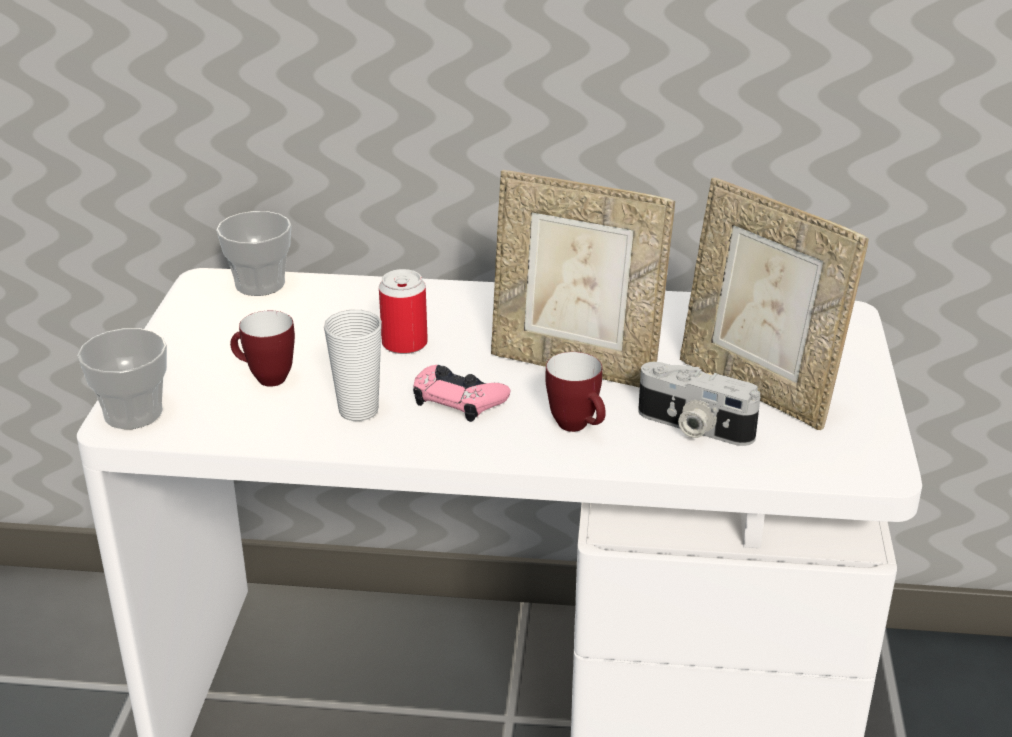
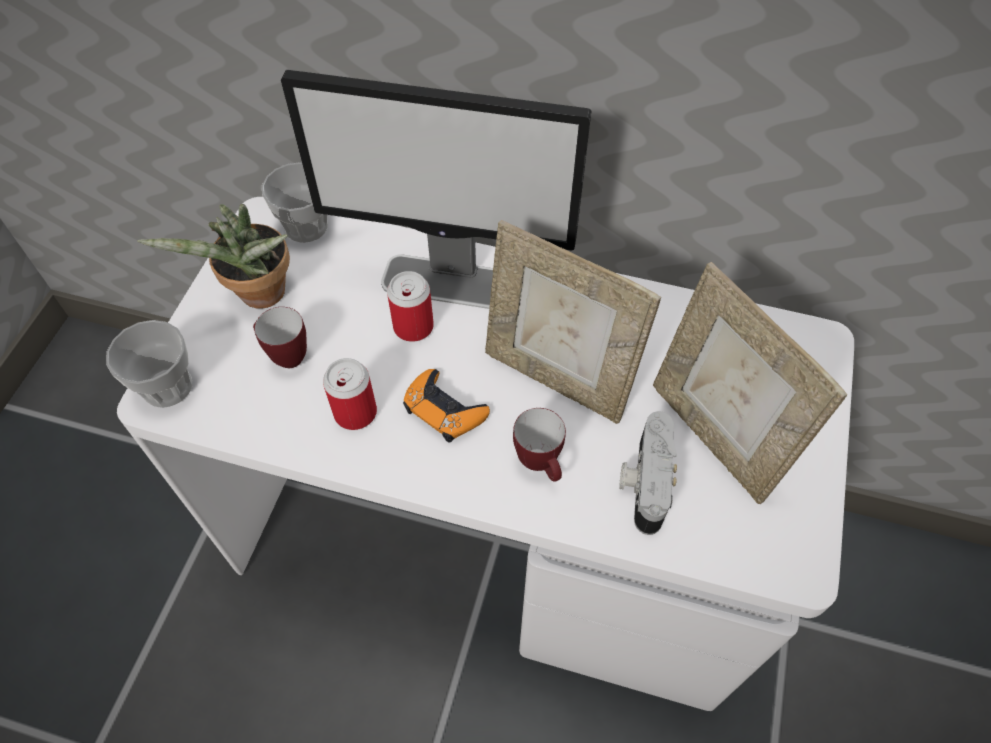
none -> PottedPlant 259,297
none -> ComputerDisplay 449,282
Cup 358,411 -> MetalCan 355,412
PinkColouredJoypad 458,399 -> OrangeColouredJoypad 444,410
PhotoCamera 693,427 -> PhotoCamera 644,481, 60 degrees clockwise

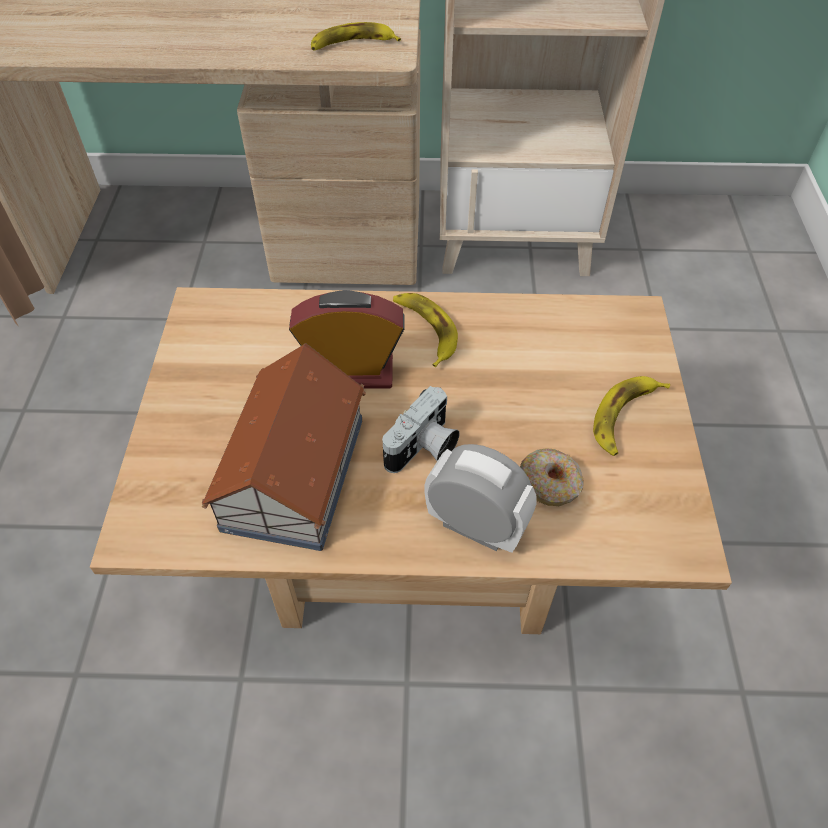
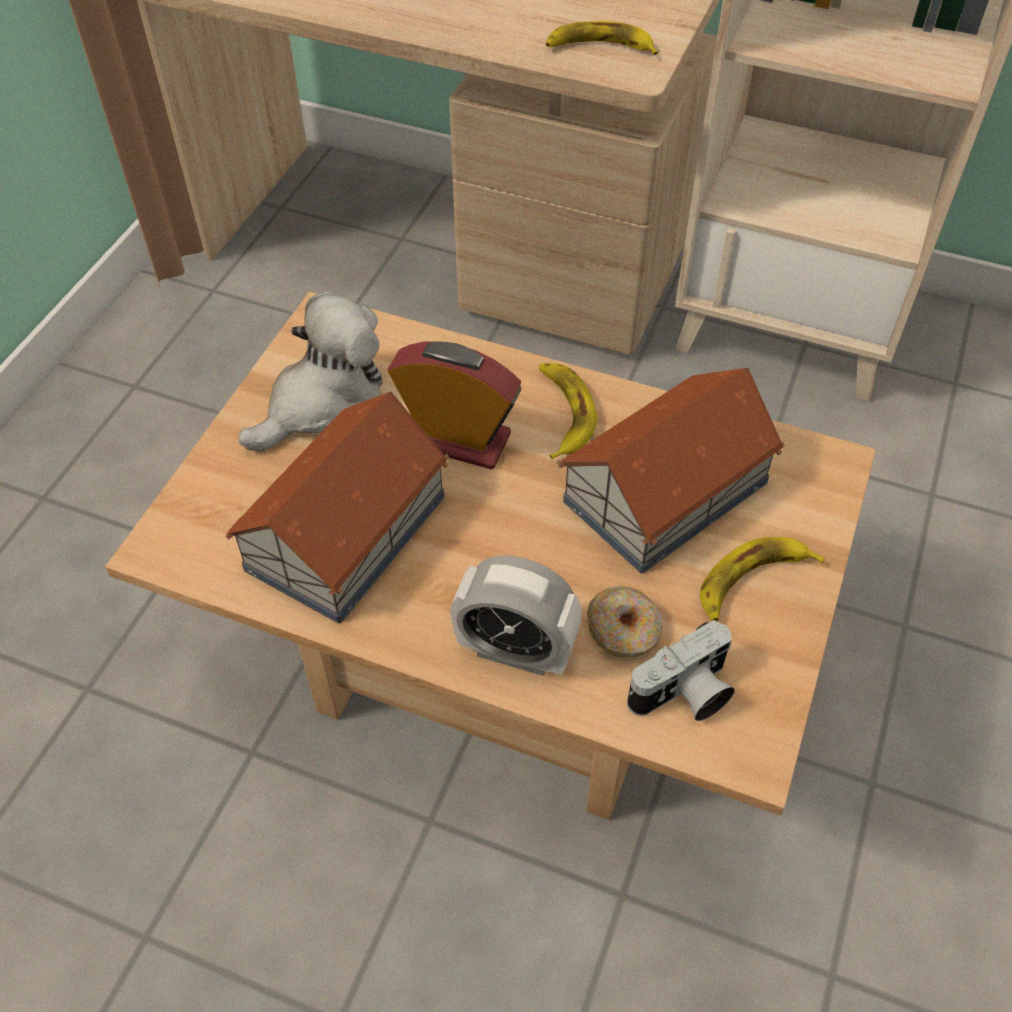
none -> PlushToy 323,404
none -> ToyHouse 668,491
PhotoCamera 423,449 -> PhotoCamera 684,695, moved
AlarmClock 475,527 -> AlarmClock 515,651, 150 degrees clockwise

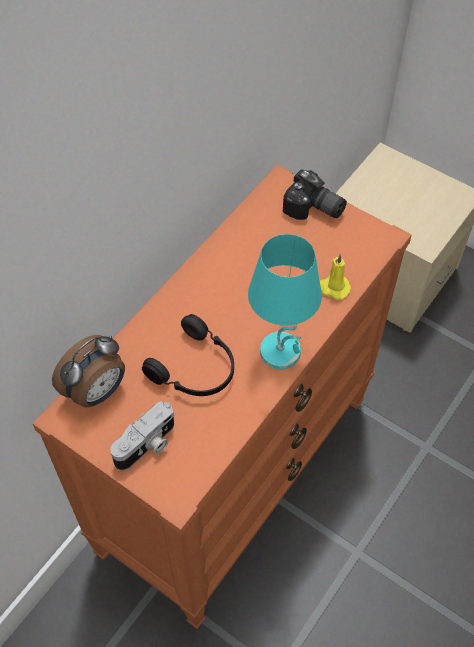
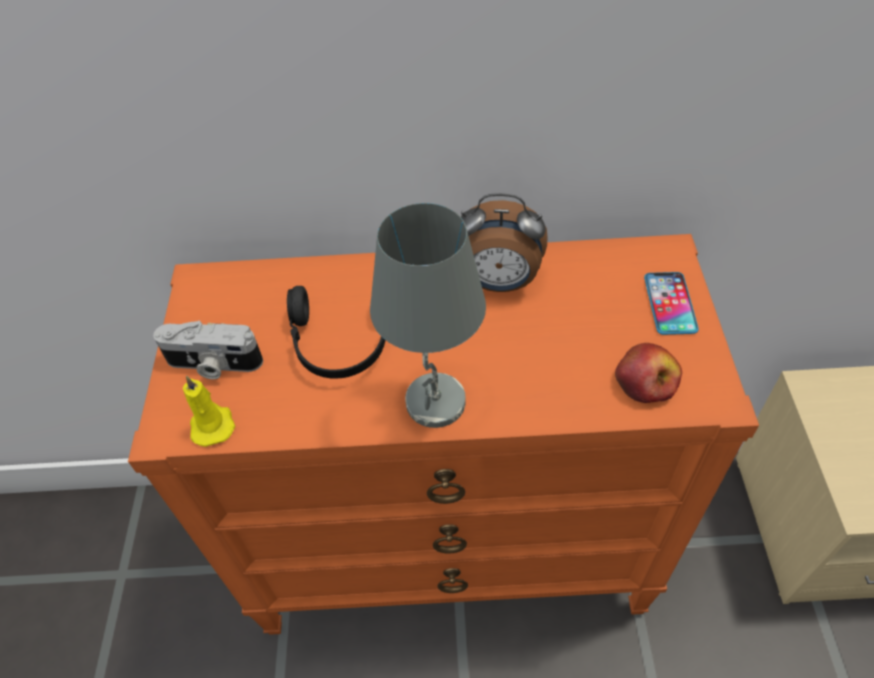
none -> WholeApple 646,381
AlarmClock 97,392 -> AlarmClock 499,283, moved
YellowishWaxLight 333,288 -> YellowishWaxLight 212,424, moved
PhotoCamera 313,209 -> Telephone 670,304
BlueGreenTabletopLamp 281,352 -> GreyTabletopLamp 436,403

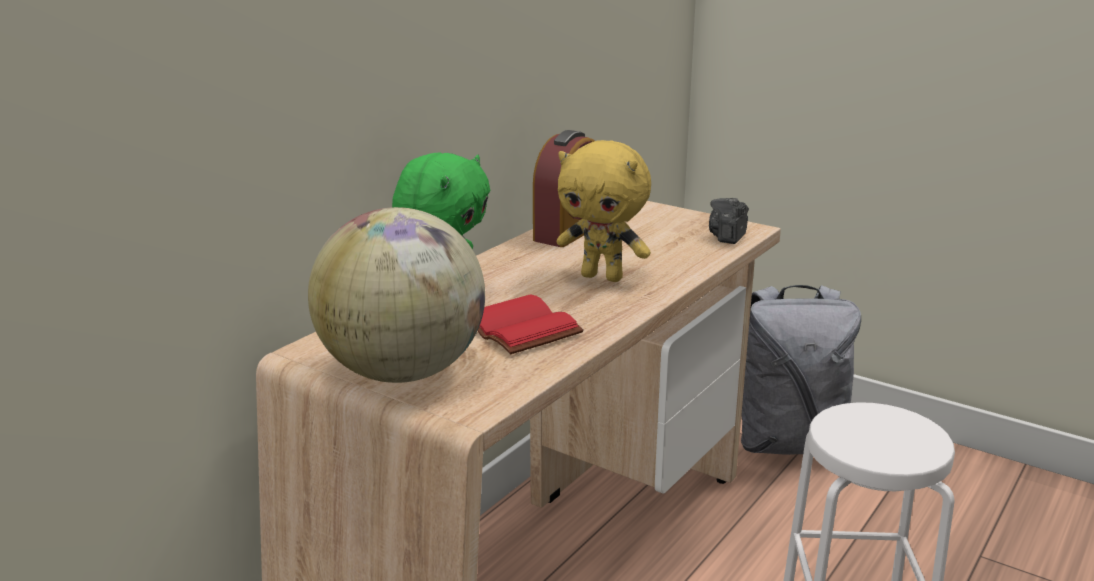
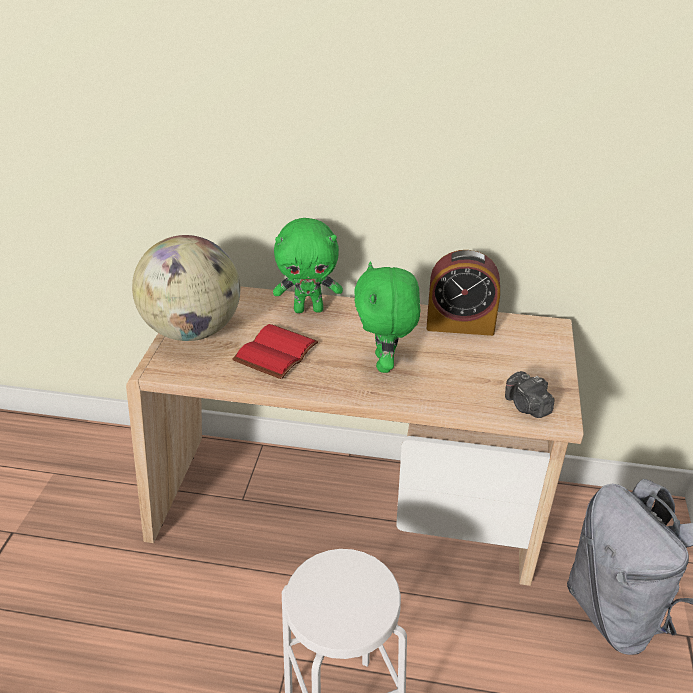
YellowishPlushToy 603,277 -> GreenPlushToy 385,363
PhotoCamera 728,236 -> PhotoCamera 526,406, 120 degrees counterclockwise

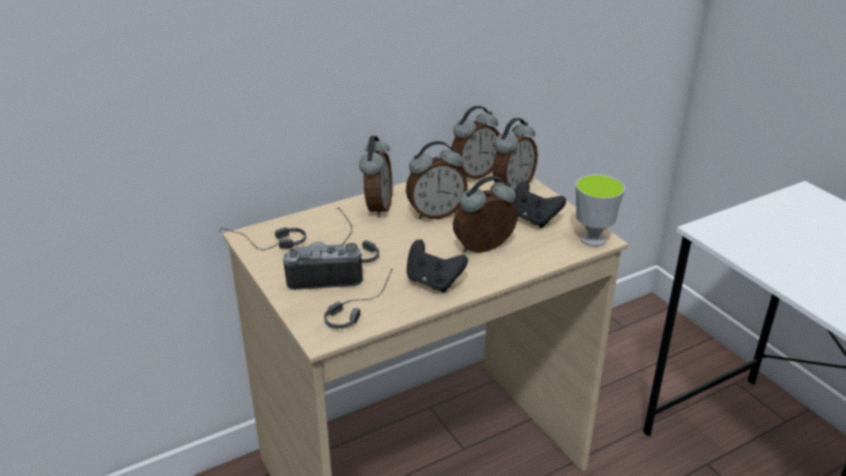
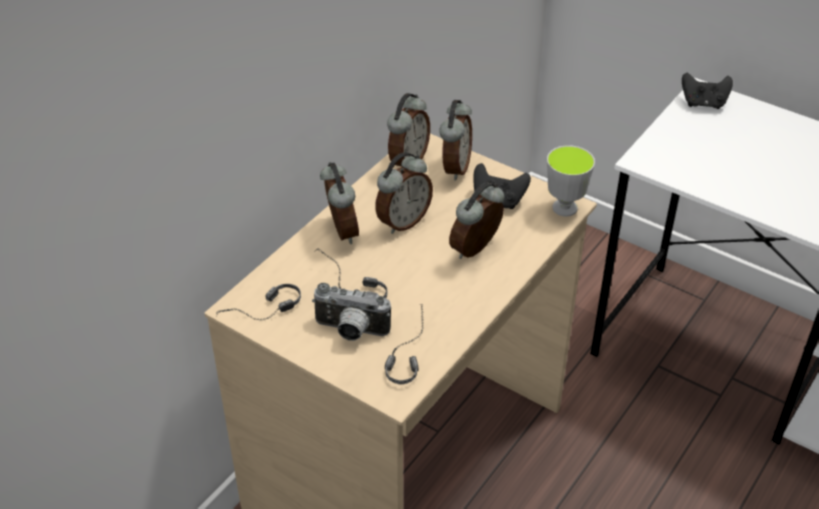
BlackJoypad 433,282 -> BlackJoypad 703,103, moved
PhotoCamera 324,278 -> PhotoCamera 350,331, 135 degrees counterclockwise

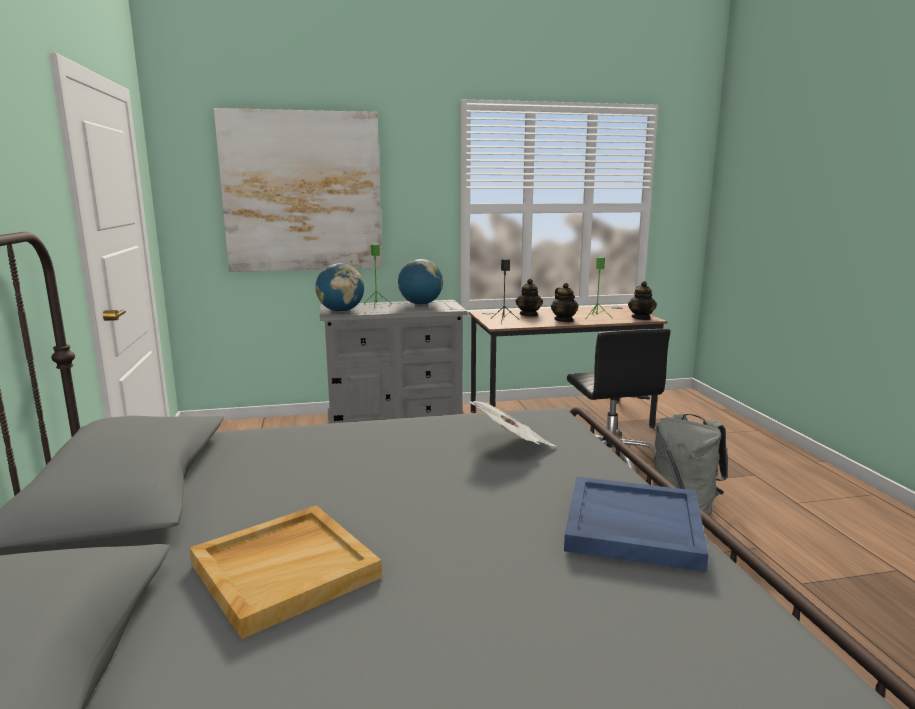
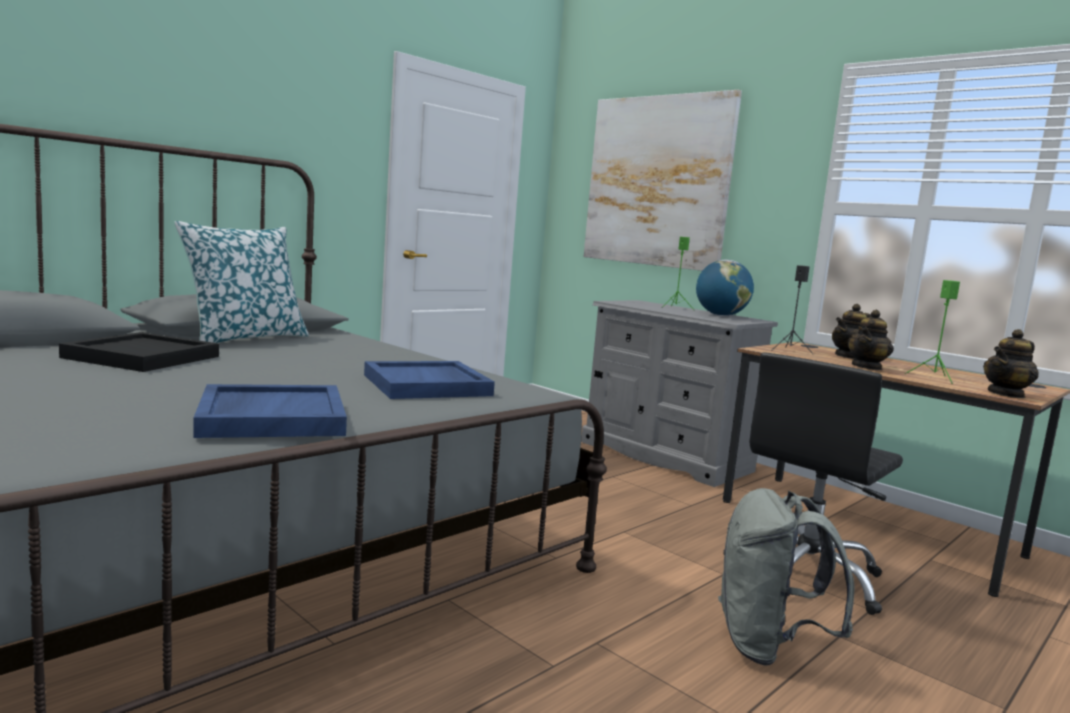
DeskGlobe 341,311 -> none
none -> Pillow 245,338
DailyPaper 512,445 -> BlueColouredServingTray 428,385
SandColouredServingTray 286,569 -> BlackServingTray 144,357

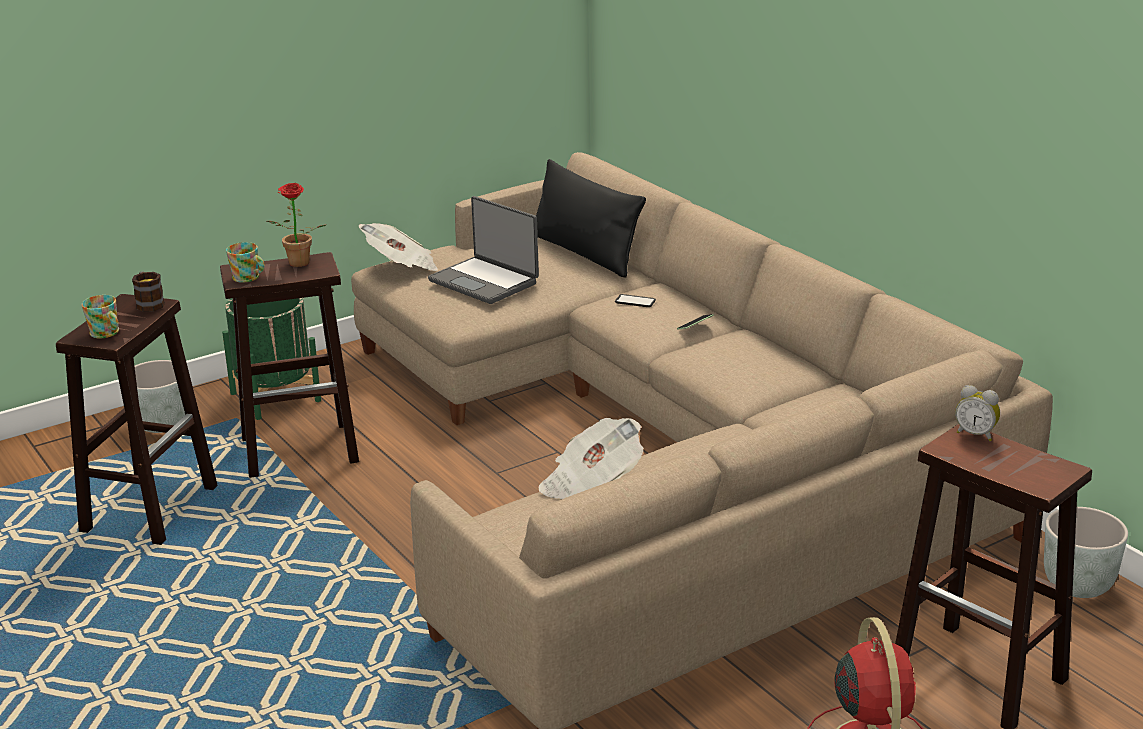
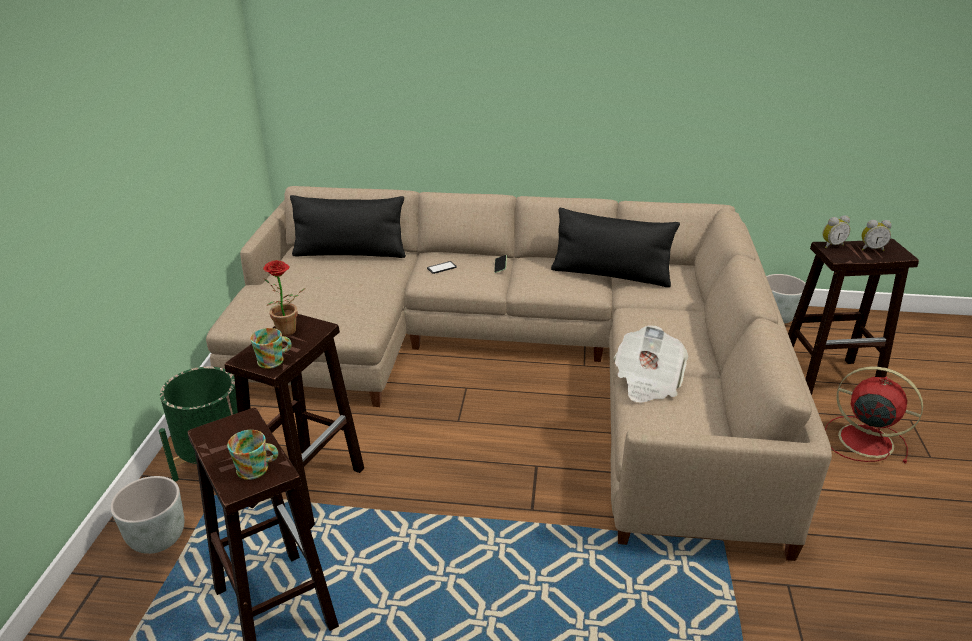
CoffeeMug 149,303 -> none
DailyPaper 401,266 -> none
PortableComputer 485,281 -> none
none -> BlackPillow 610,275
none -> AlarmClock 871,249

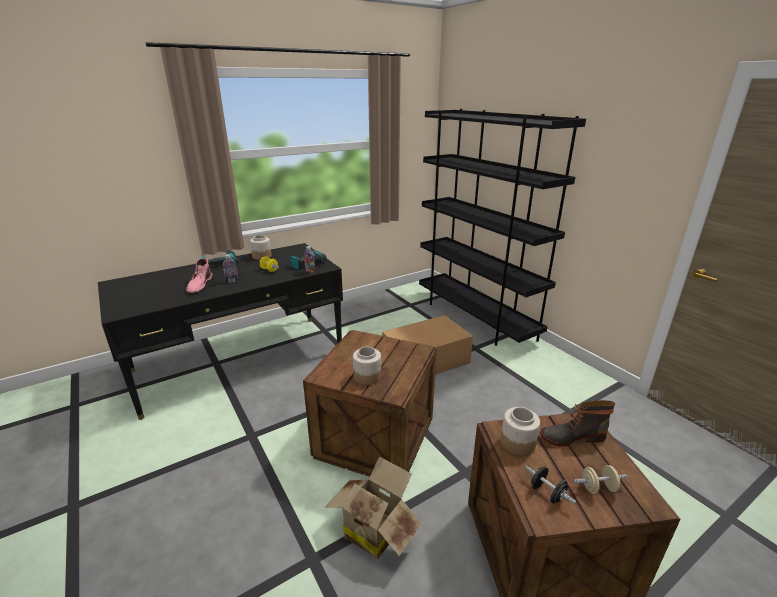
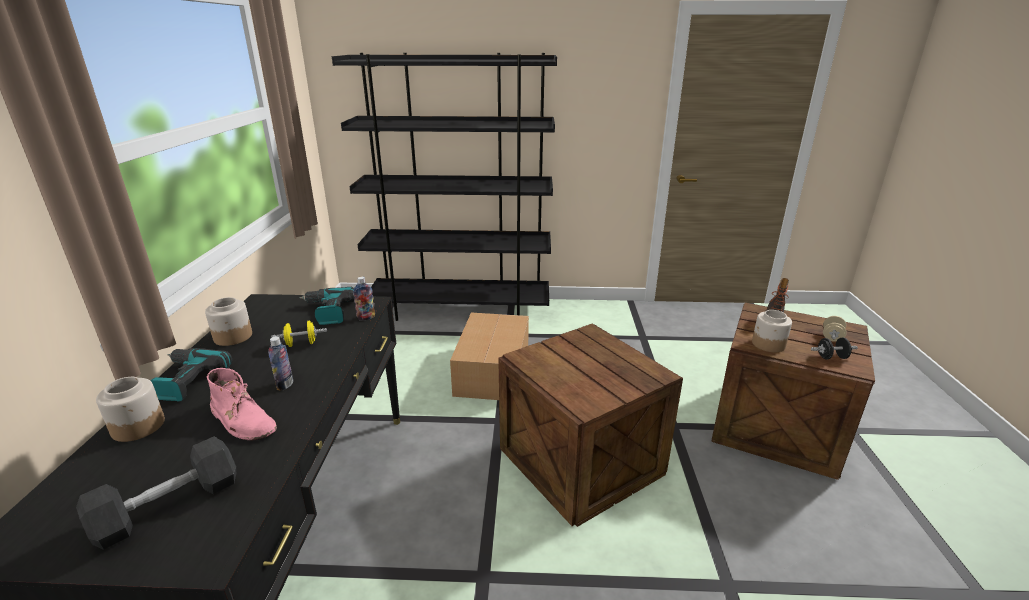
CardboardBox 374,529 -> none
none -> BlackDumbbell 169,506
Jar 367,376 -> Jar 139,426, moved

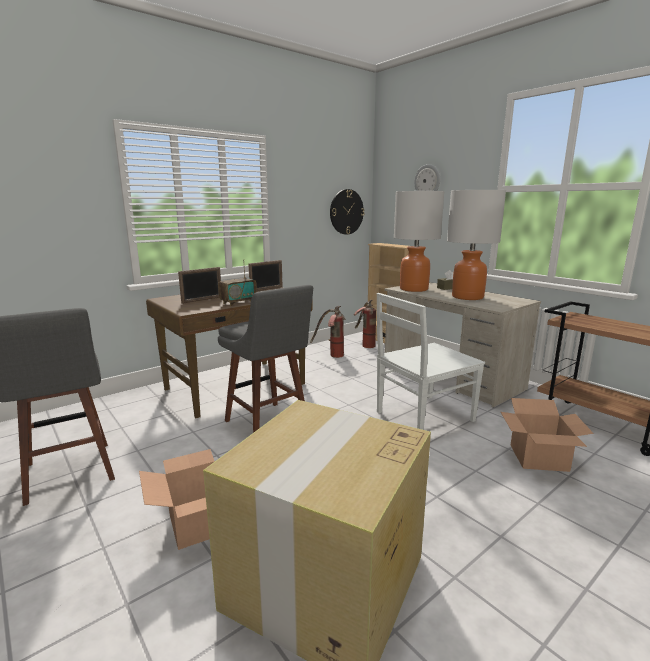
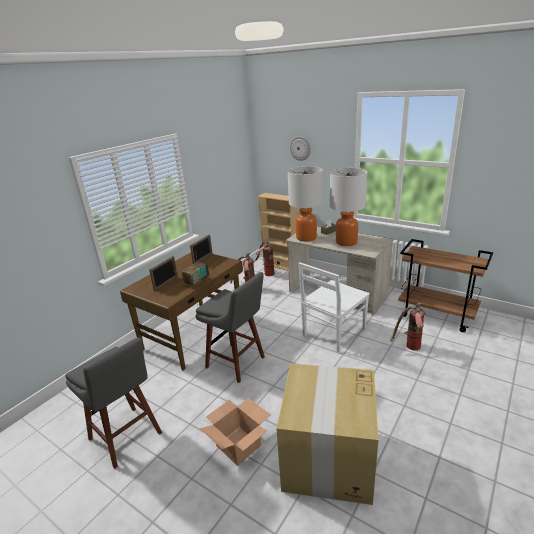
WallClock 346,212 -> none
CardboardBox 539,457 -> FireExtinguisher 409,348

